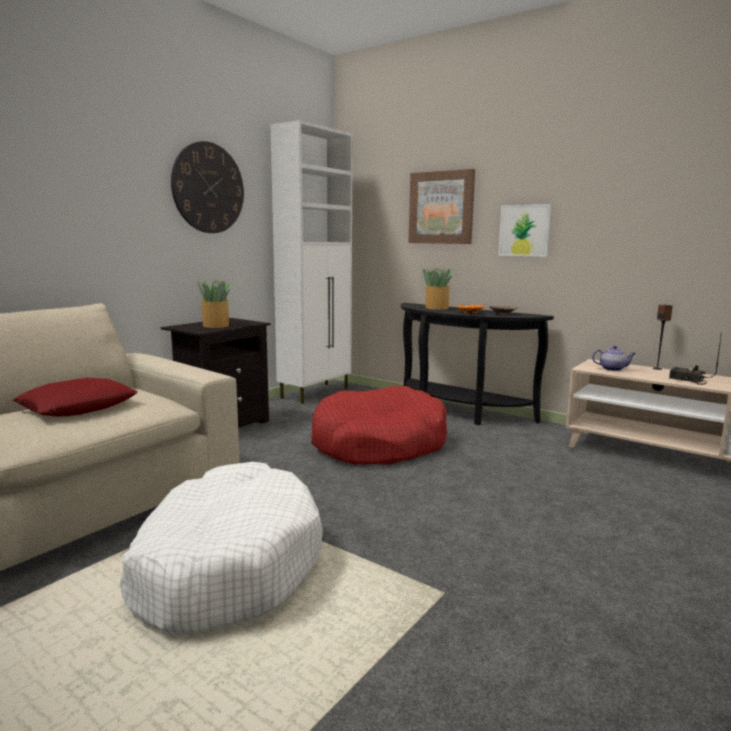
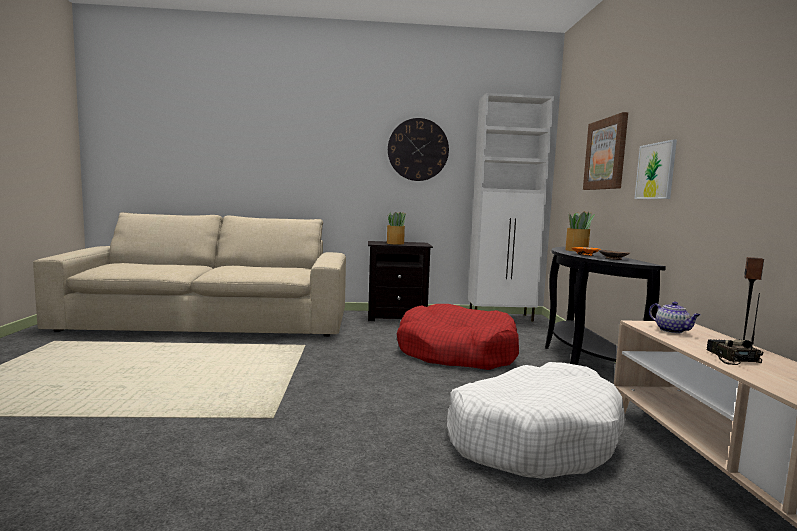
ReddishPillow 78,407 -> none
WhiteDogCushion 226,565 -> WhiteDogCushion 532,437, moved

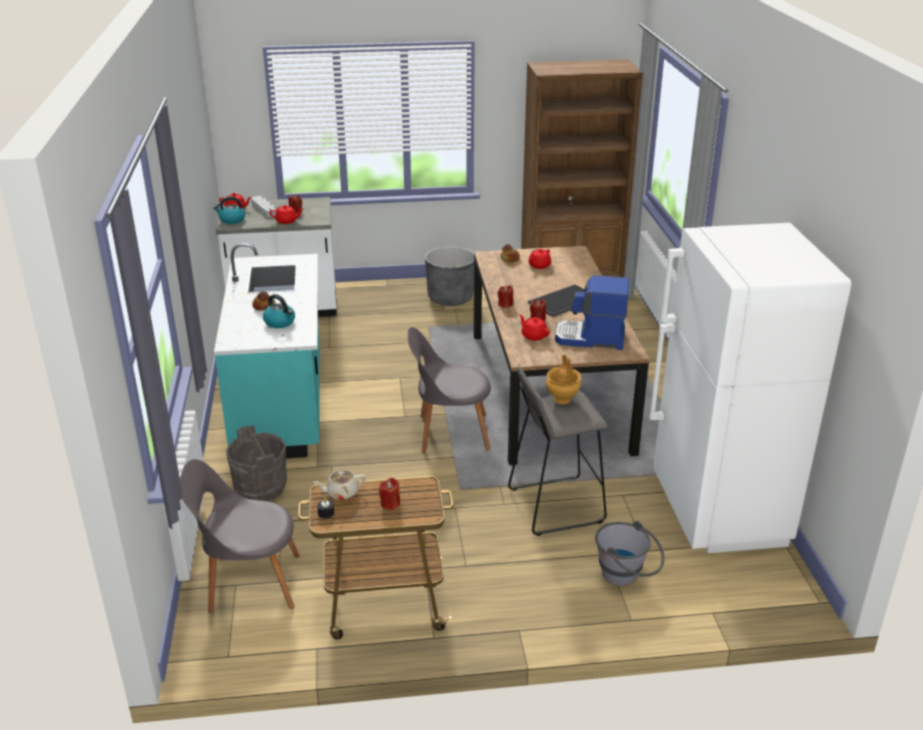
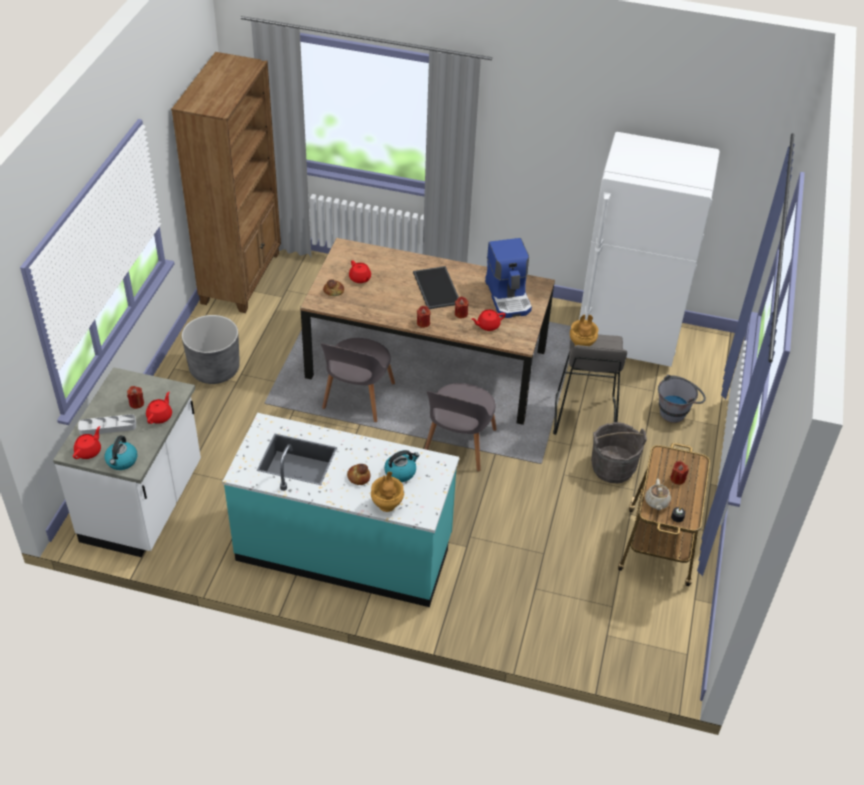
none -> BrownColouredFlowerVase 387,505
GreyPlainChair 250,583 -> GreyPlainChair 357,398, moved
GreyPail 260,488 -> GreyPail 613,468, moved
CoffeeBrewer 590,338 -> CoffeeBrewer 509,297, 45 degrees counterclockwise

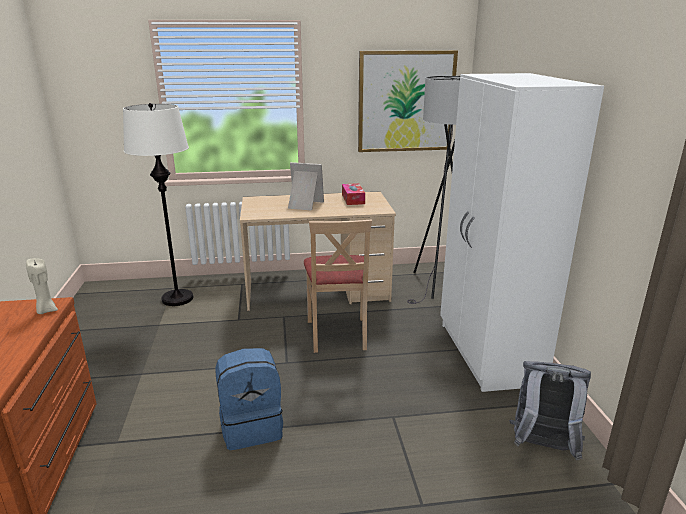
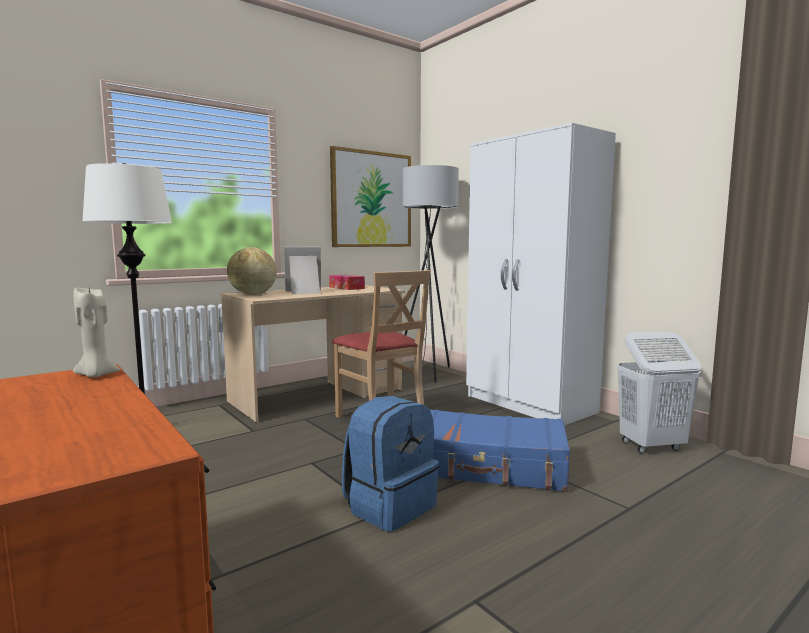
none -> DeskGlobe 252,294
none -> BlueColouredSuitcase 485,466
GreyKnapsack 542,447 -> WhiteWashingBasket 651,446

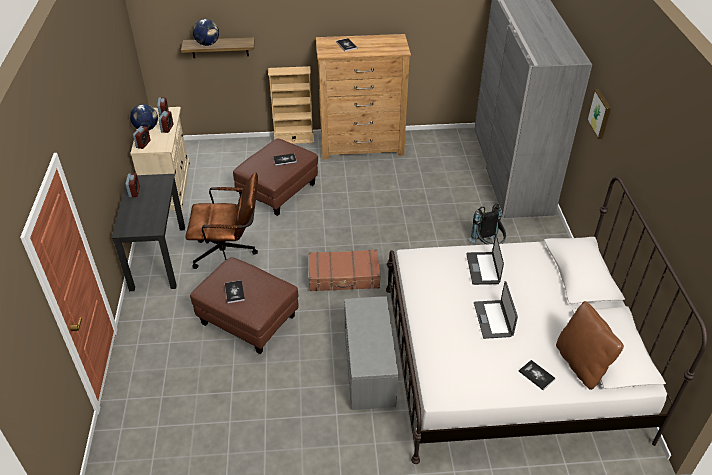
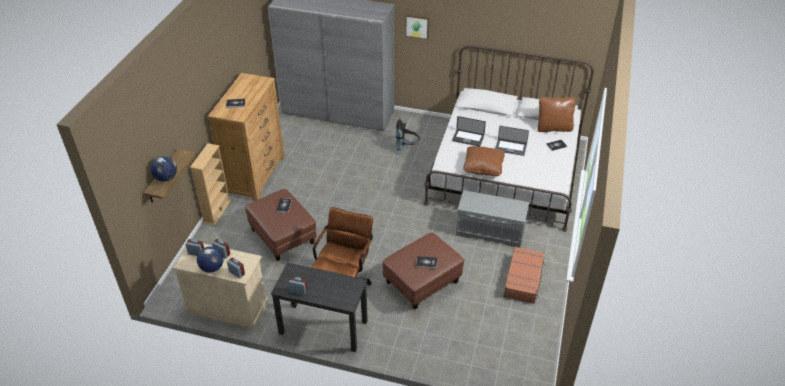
none -> BrownColouredPillow 483,167
BrownColouredSuitcase 344,277 -> BrownColouredSuitcase 524,279, moved

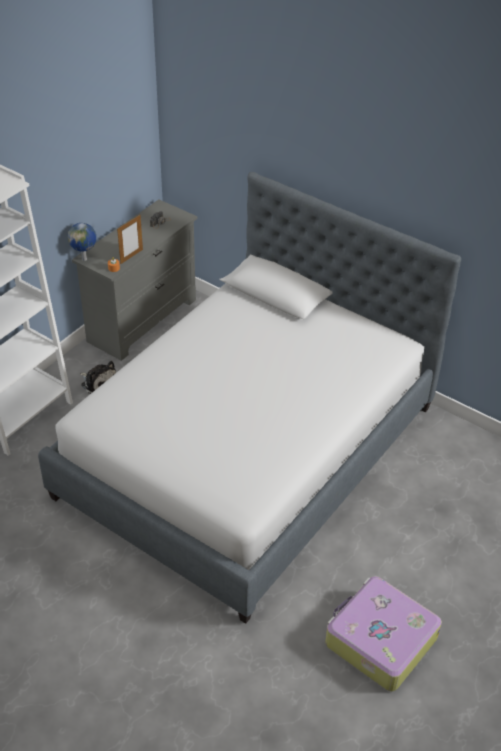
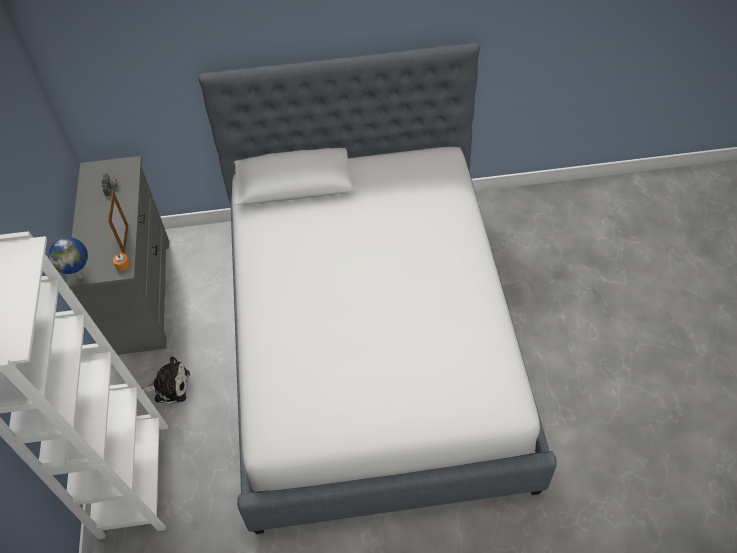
Suitcase 379,640 -> none

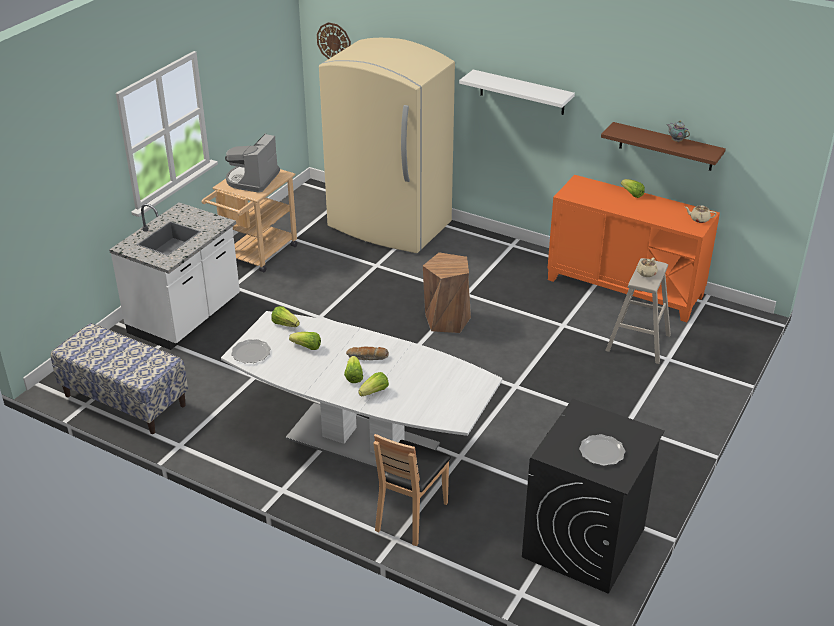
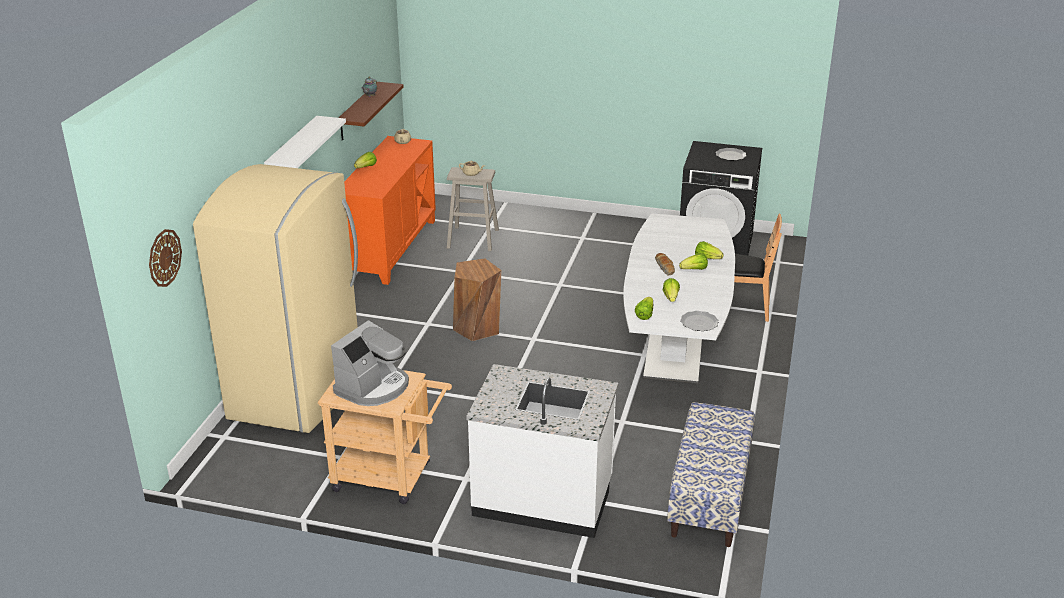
CoffeeBrewer 252,180 -> CoffeeBrewer 373,387, 60 degrees counterclockwise

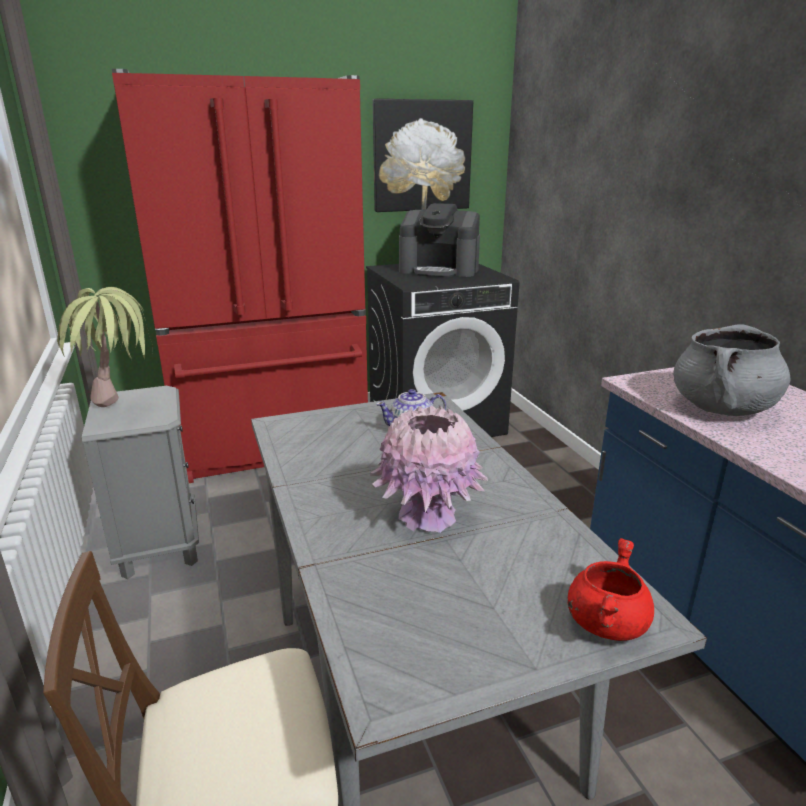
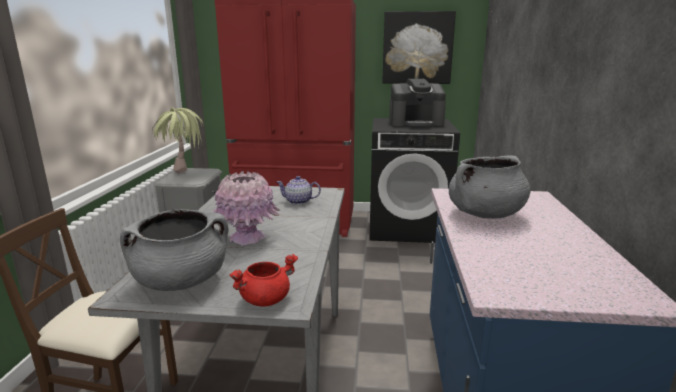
none -> GreySaucepot 182,281
CoffeeBrewer 439,270 -> CoffeeBrewer 416,123, 45 degrees counterclockwise

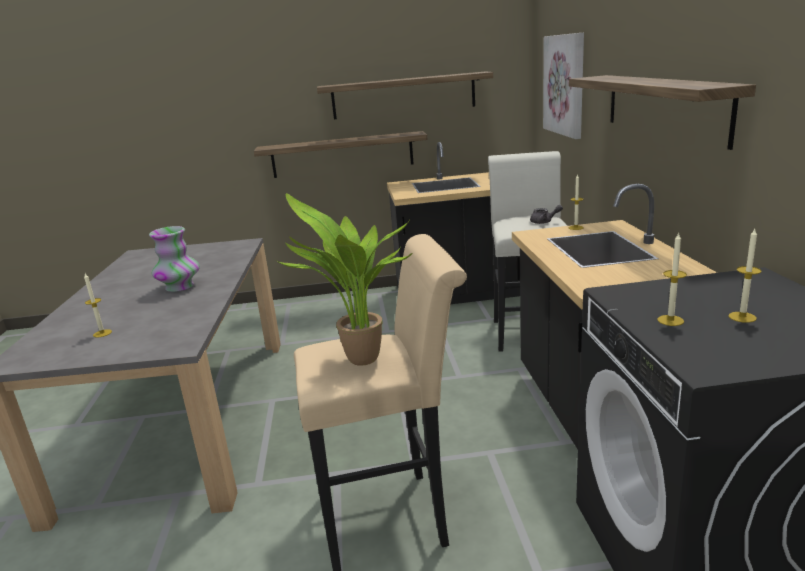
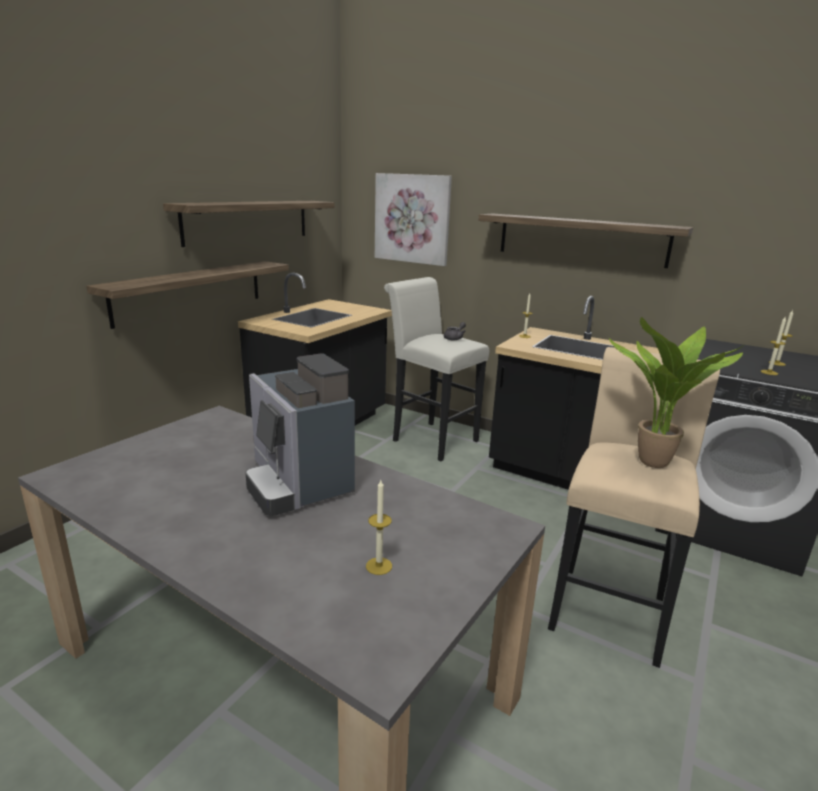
FlowerVase 179,287 -> CoffeeBrewer 297,483

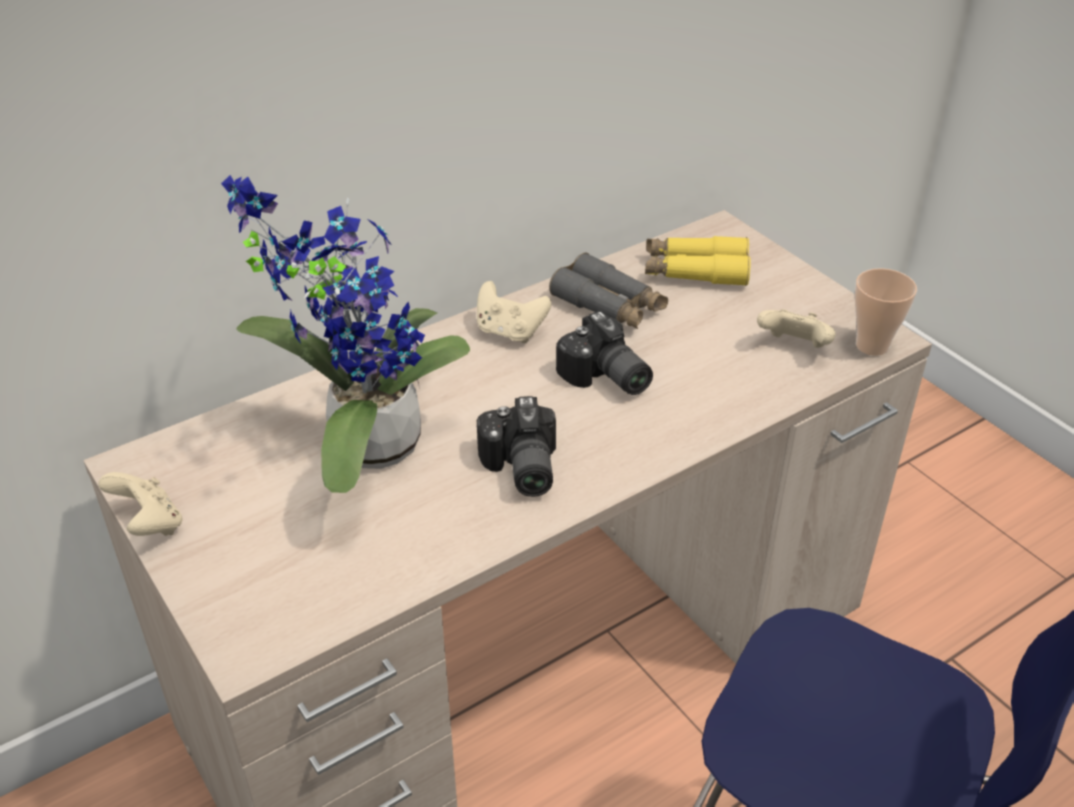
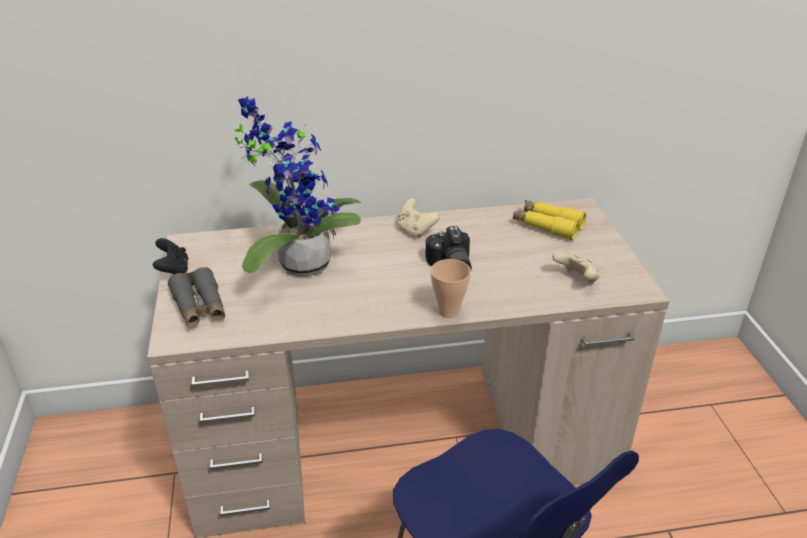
PhotoCamera 519,469 -> none
GreyBinoculars 609,305 -> GreyBinoculars 199,307, moved
Cup 872,346 -> Cup 448,311, moved
SandColouredJoypad 149,525 -> BlackJoypad 173,270

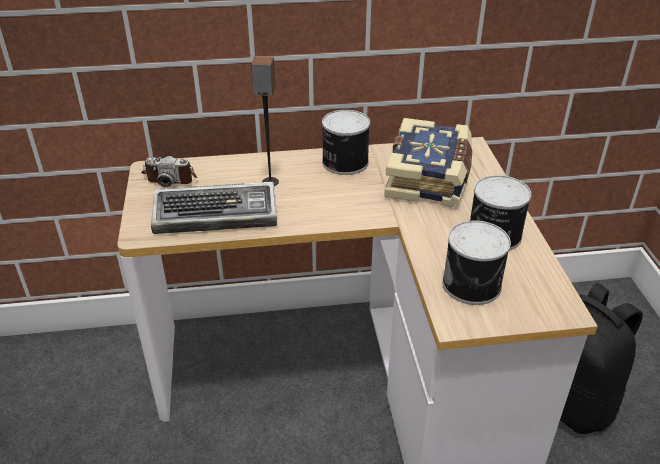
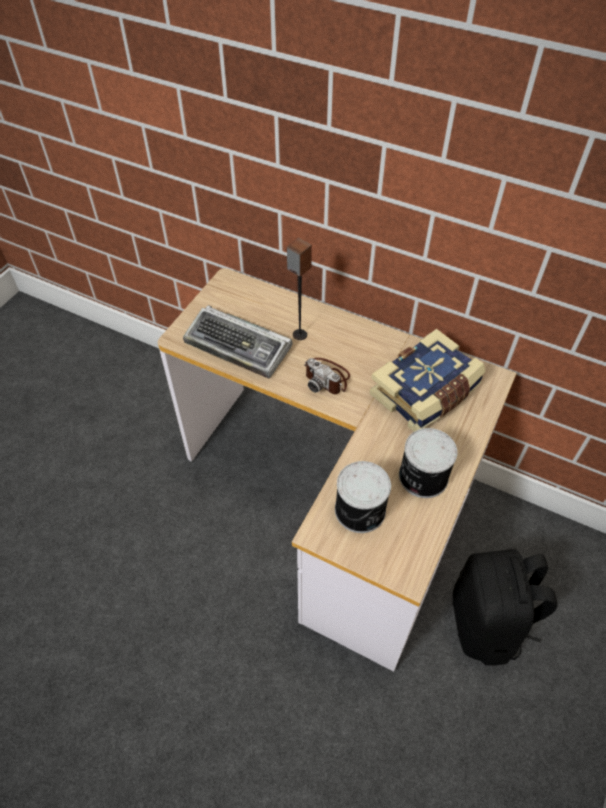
MetalCan 344,162 -> none
PhotoCamera 171,177 -> PhotoCamera 327,378, moved

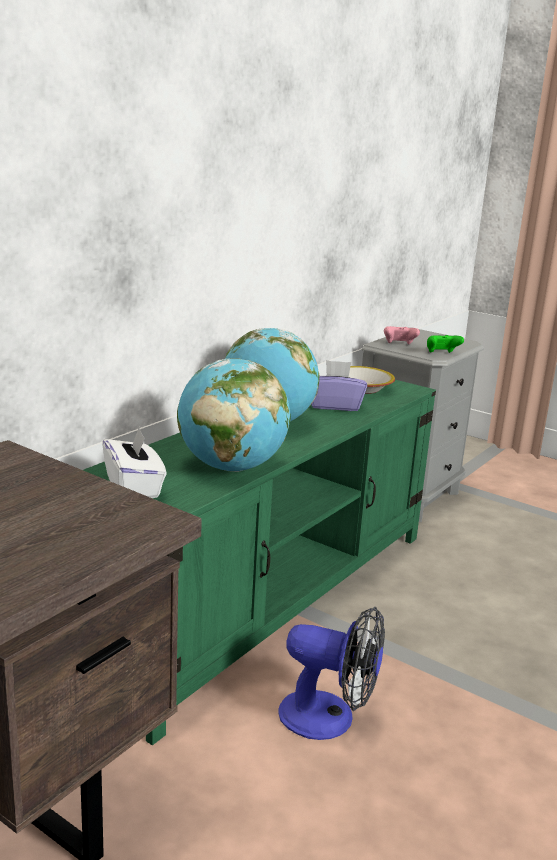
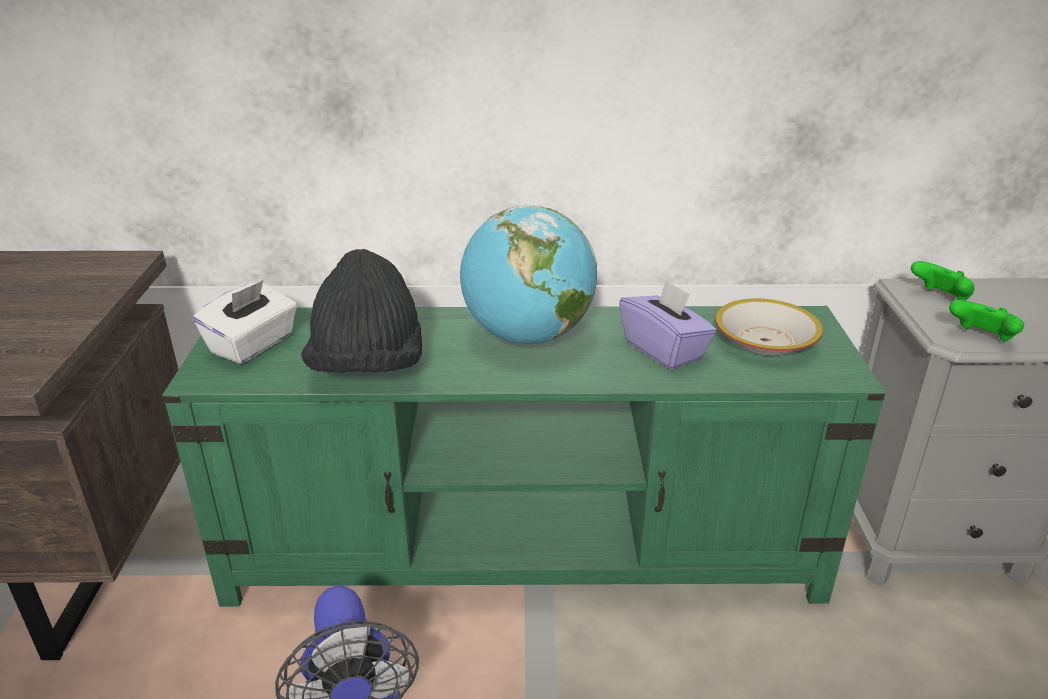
DeskGlobe 231,467 -> BlackClothingHat 368,368
PinkColouredJoypad 399,345 -> GreenJoypad 940,298

